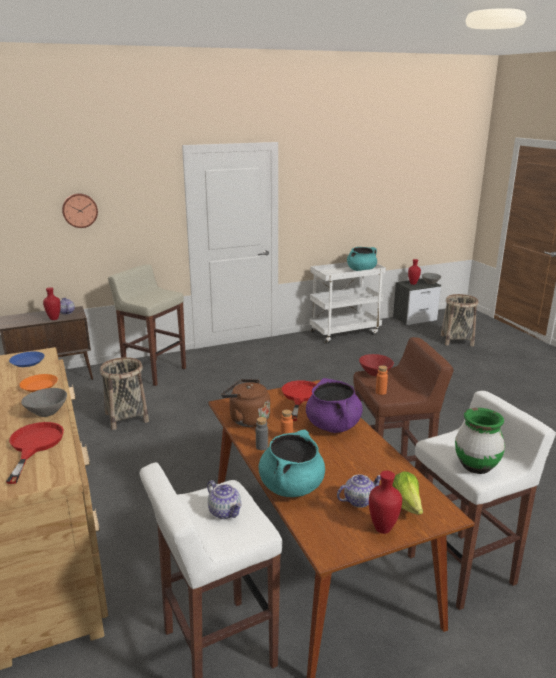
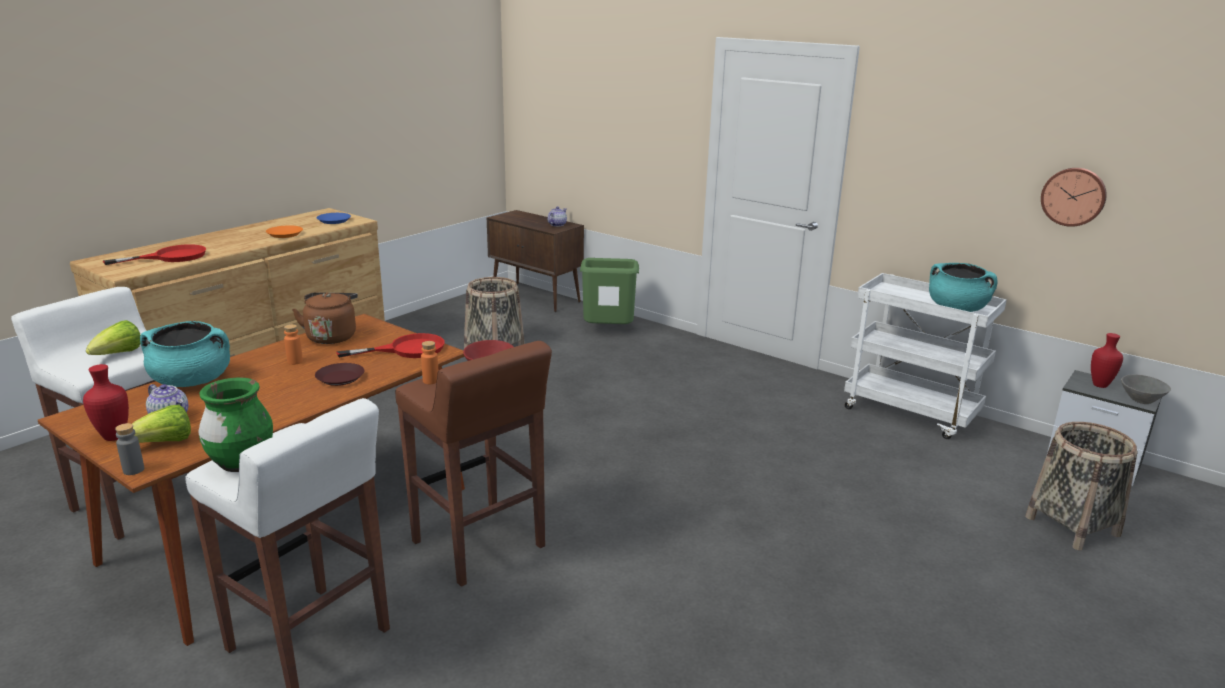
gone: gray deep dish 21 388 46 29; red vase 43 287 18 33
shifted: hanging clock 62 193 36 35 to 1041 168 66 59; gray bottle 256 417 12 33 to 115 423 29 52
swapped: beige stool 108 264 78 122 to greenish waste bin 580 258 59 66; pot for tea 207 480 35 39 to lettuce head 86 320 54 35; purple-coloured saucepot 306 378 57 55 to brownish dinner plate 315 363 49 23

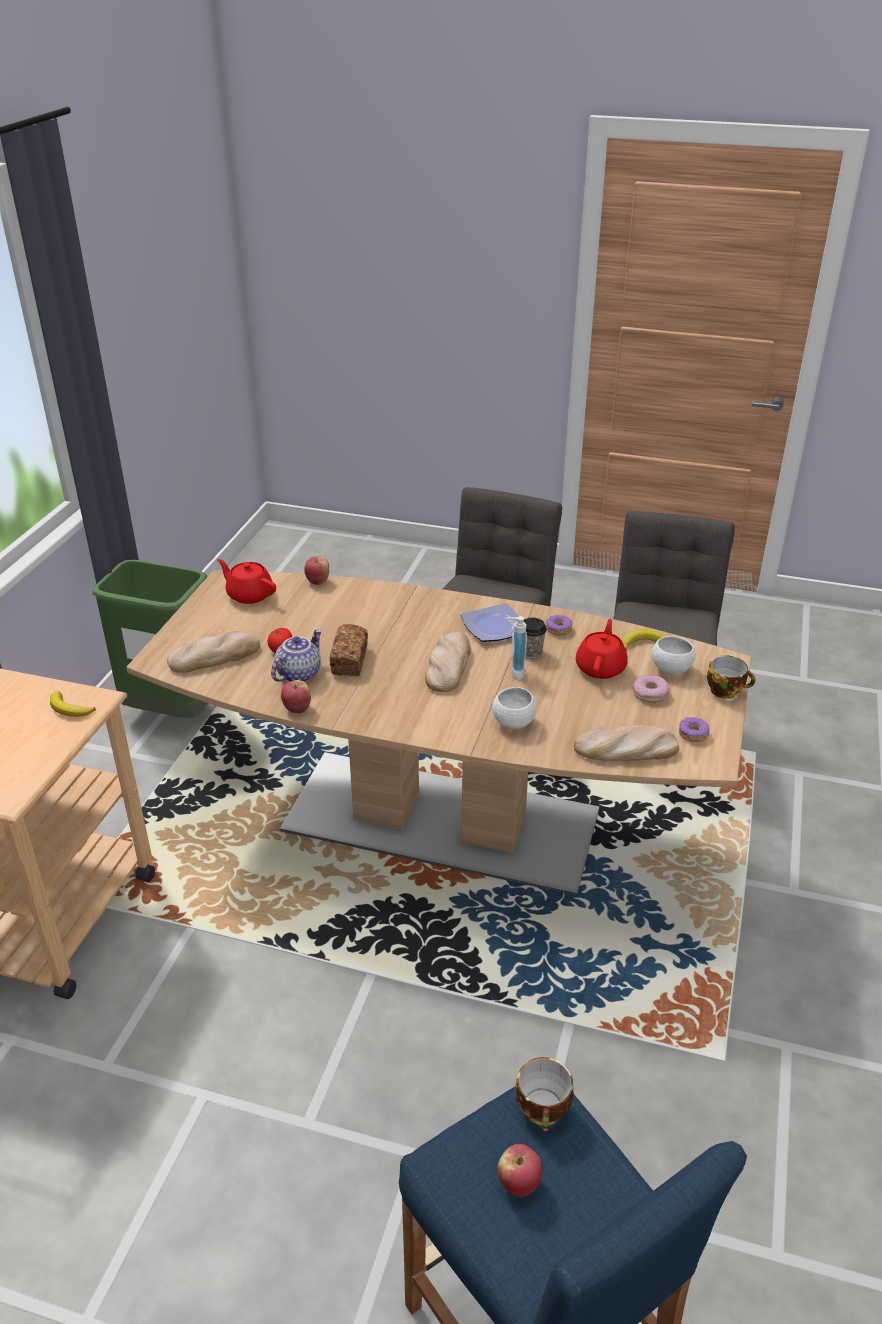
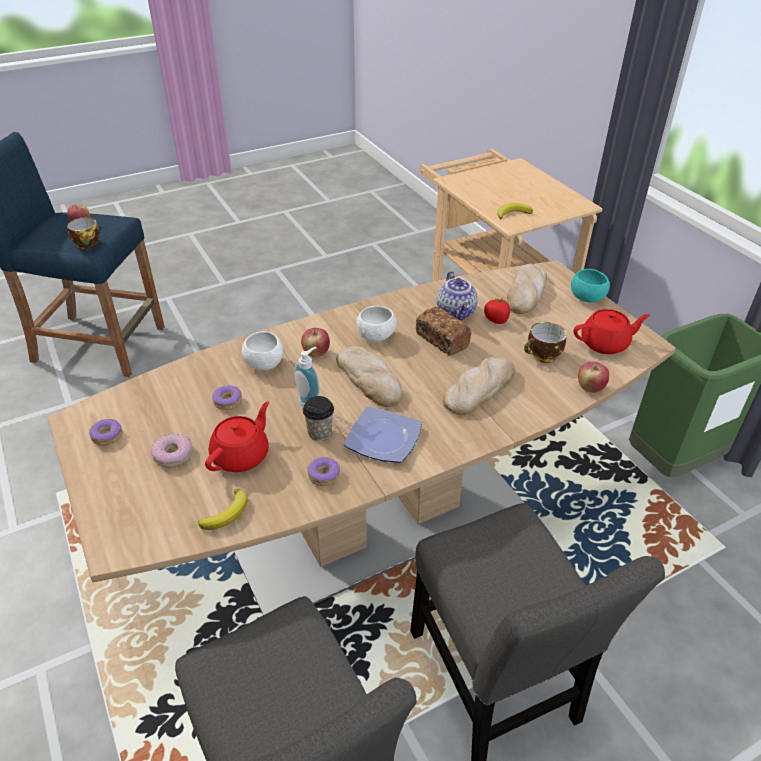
new: ring doughnut 212 385 30 25; turquoise-coloured deep dish 571 269 39 34
shifted: apple fruit 281 680 30 33 to 301 328 29 29; bread 574 725 105 36 to 443 357 72 58; whitish deep dish 652 636 44 38 to 357 306 40 36; small cup 707 655 49 44 to 524 322 43 41
rotated: red pot for tea 576 619 52 60 = 205 402 64 70 120 degrees counterclockwise

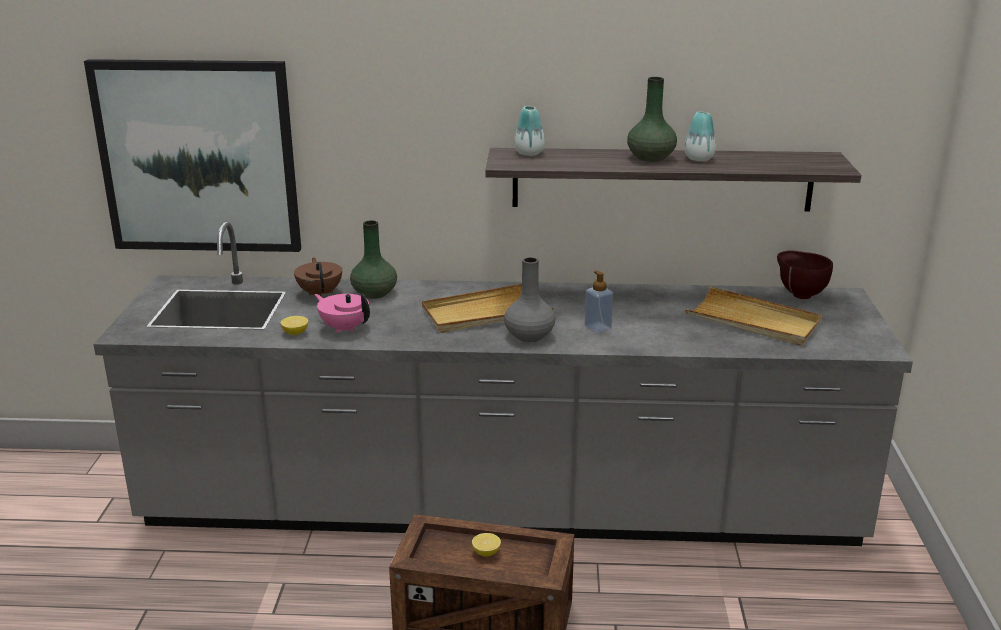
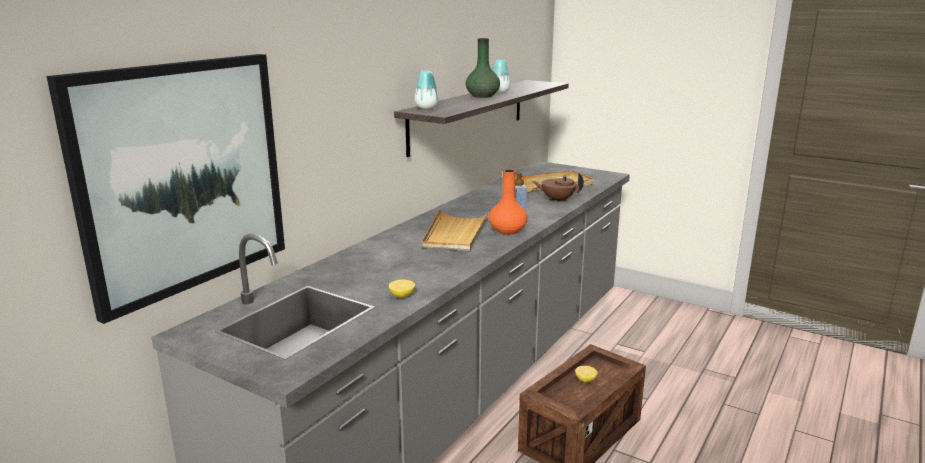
gone: pink-coloured pot for tea 315 294 55 39; greenish vase 350 220 47 79; brownish deep dish 777 250 56 49
shifted: brownish pot for tea 294 257 48 40 to 532 172 52 31
repainted: gray vase 504 257 51 85 to orange-coloured vase 489 169 39 66

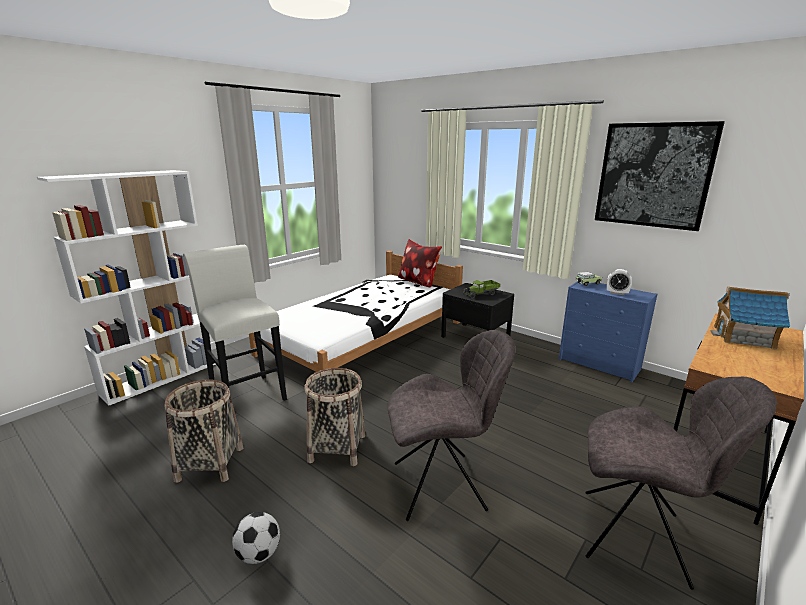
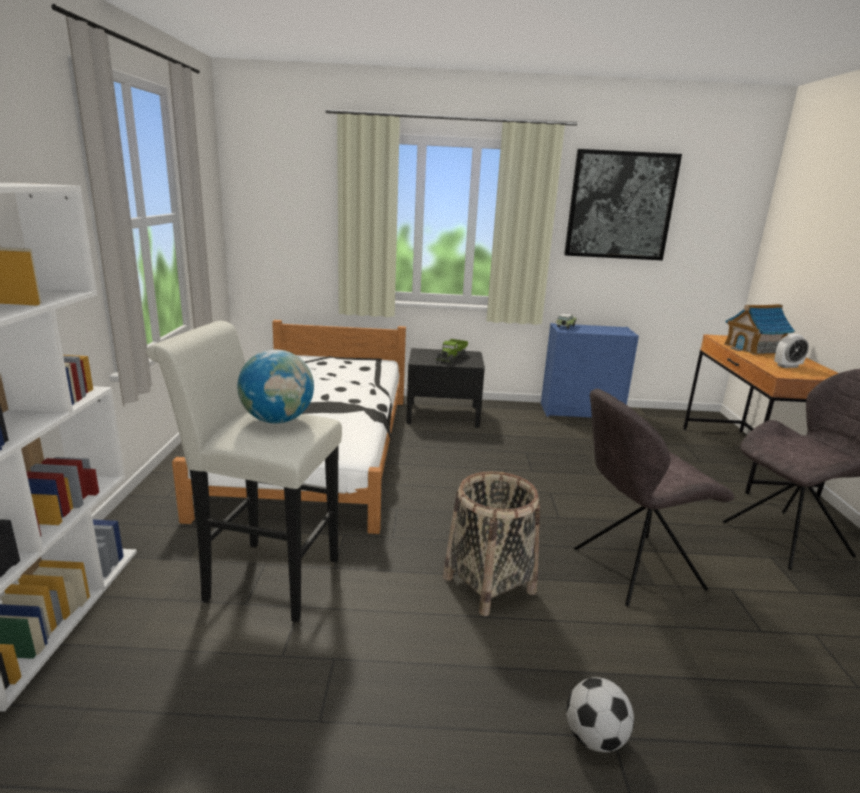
gone: storage basket 165 379 78 104; pillow 398 239 44 48
new: desk globe 238 349 76 74
shifted: bedside clock 607 269 25 26 to 774 334 35 34
rotated: gray upright chair 388 330 128 191 = 574 389 160 218 150 degrees counterclockwise

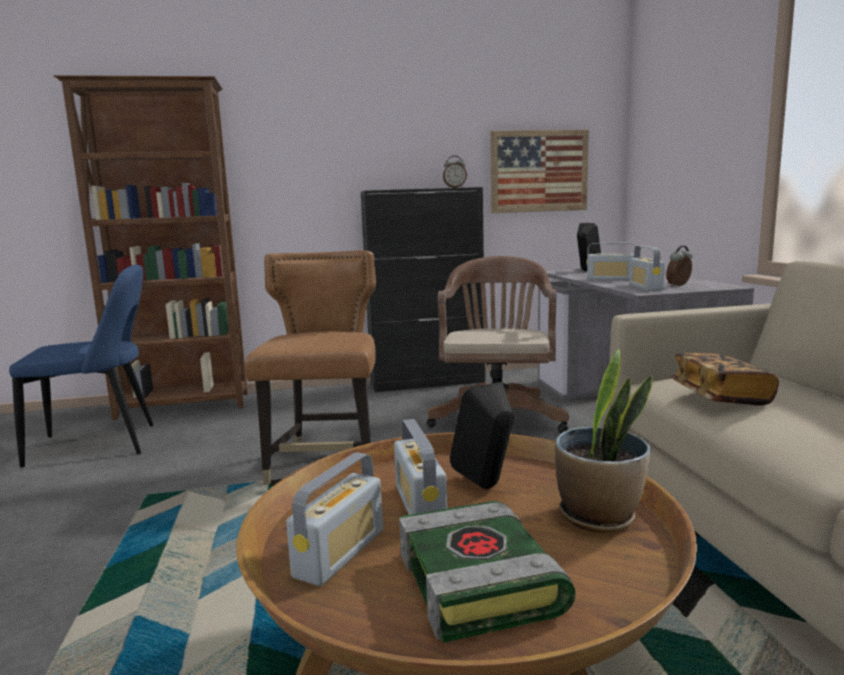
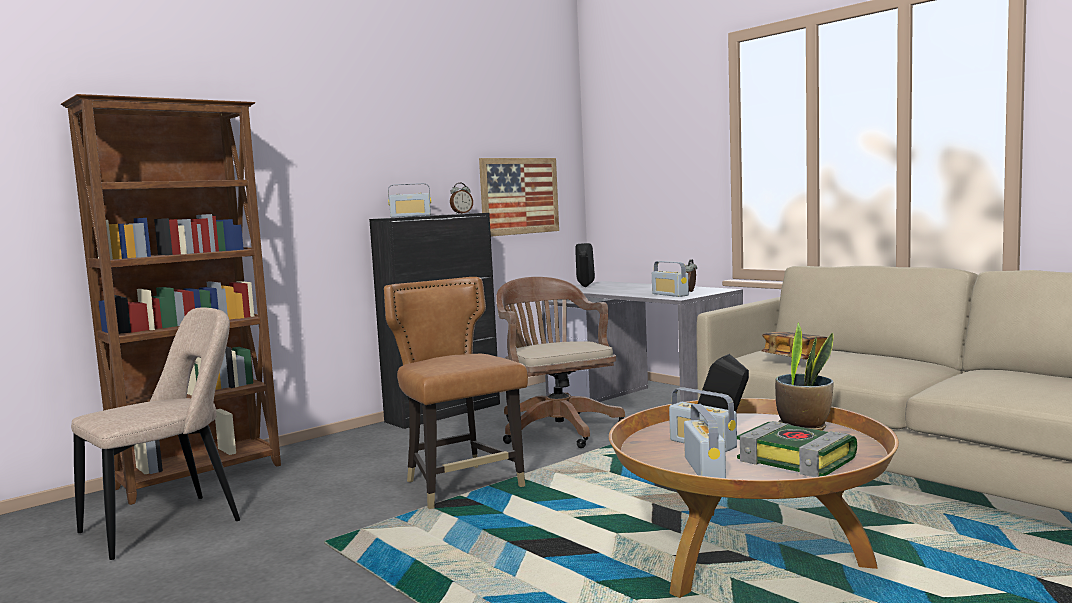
shifted: radio receiver 586 243 50 37 to 388 183 43 35
repainted: blue-coloured upright chair 9 264 145 203 to beige upright chair 71 308 169 252

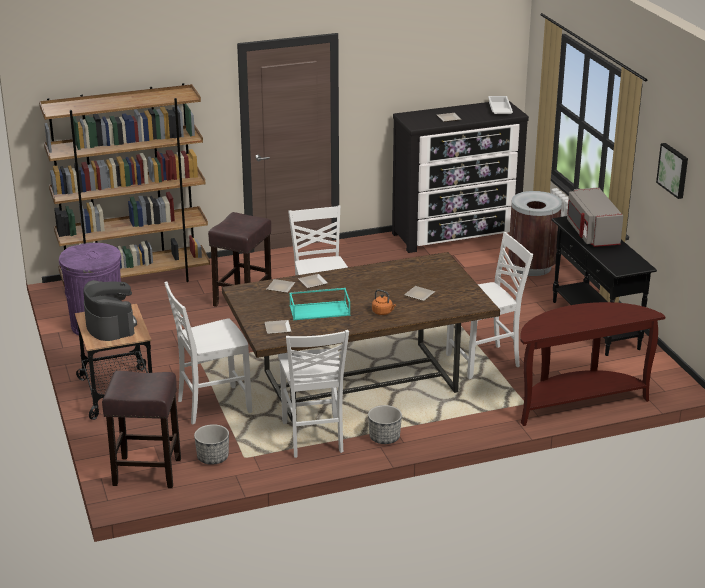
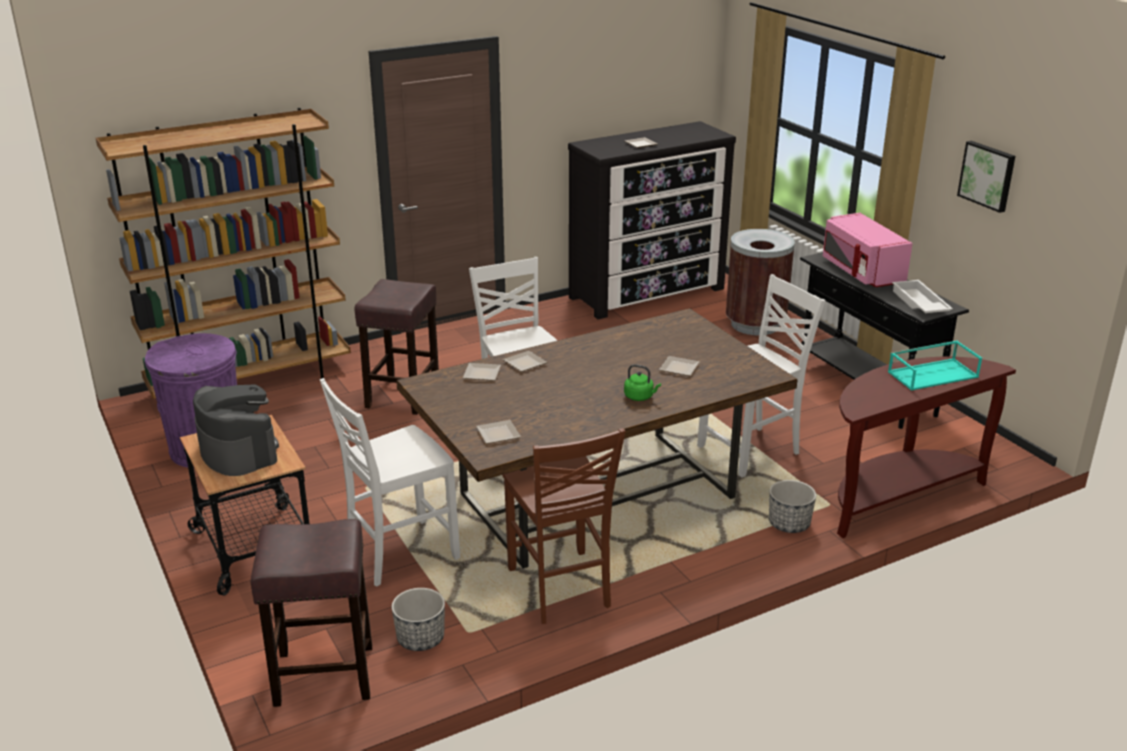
shifted: turquoise-coloured serving tray 289 288 61 32 to 888 341 94 50; flower pot 368 405 34 39 to 769 480 47 53; whitish serving tray 488 96 25 18 to 892 280 61 33
repainted: whitish upright chair 278 330 71 128 to brownish upright chair 503 428 122 196; orange-coloured water kettle 372 290 24 25 to greenish water kettle 624 364 37 37; gray microwave 567 187 56 60 to pink-coloured microwave 823 213 90 74

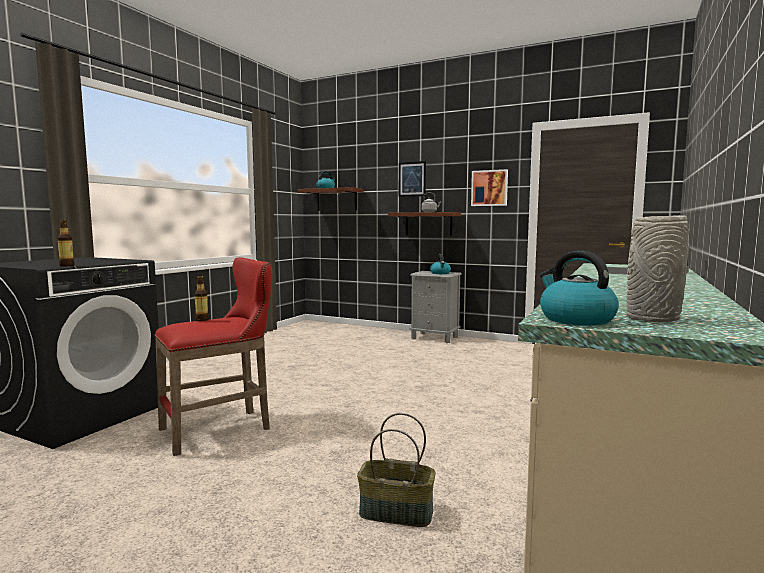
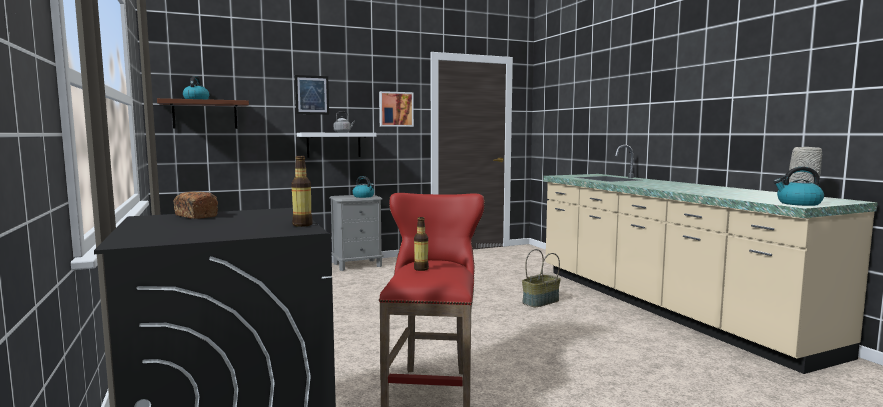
new: bread 174 192 44 27
shifted: storage basket 357 413 79 114 to 522 249 39 58
repainted: brownish shelf 388 212 73 24 to whitish shelf 297 133 80 25

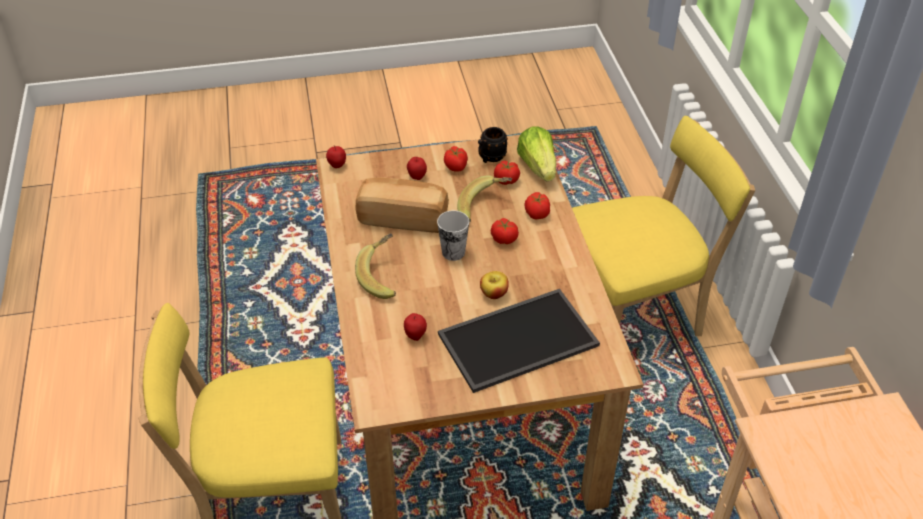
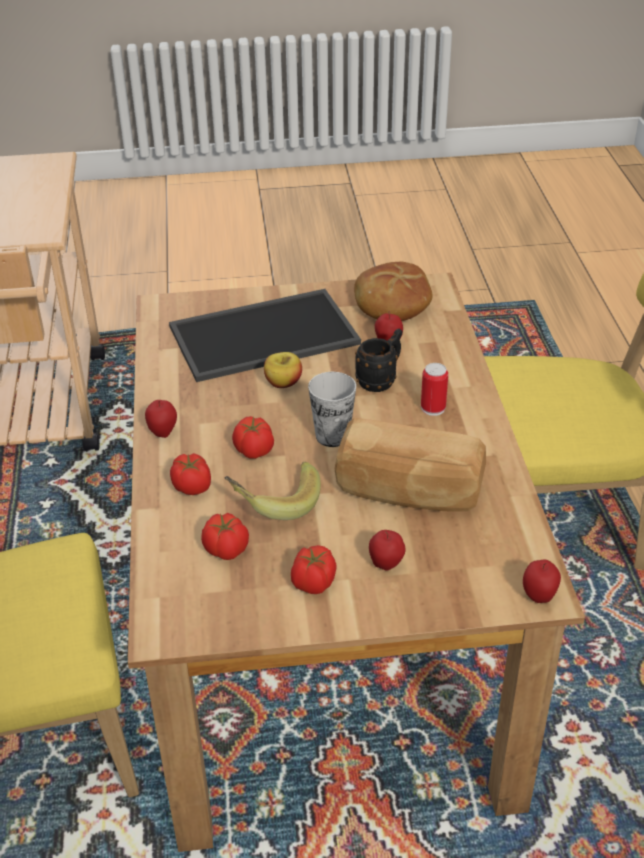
gone: lettuce head 517 126 39 55
new: apple fruit 145 400 32 38; bread 354 262 79 59
shifted: black tea mug 478 127 30 36 to 355 329 47 63
swapped: banana fruit 355 233 41 66 to can 421 363 27 53

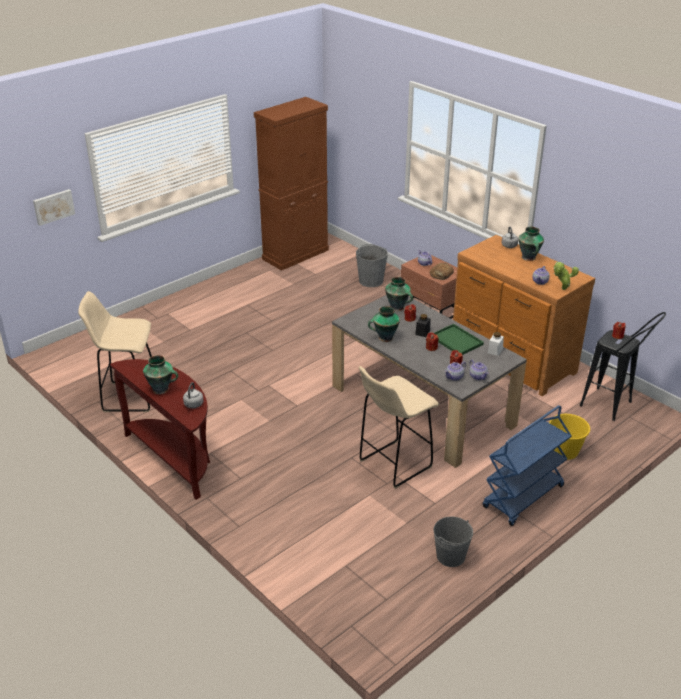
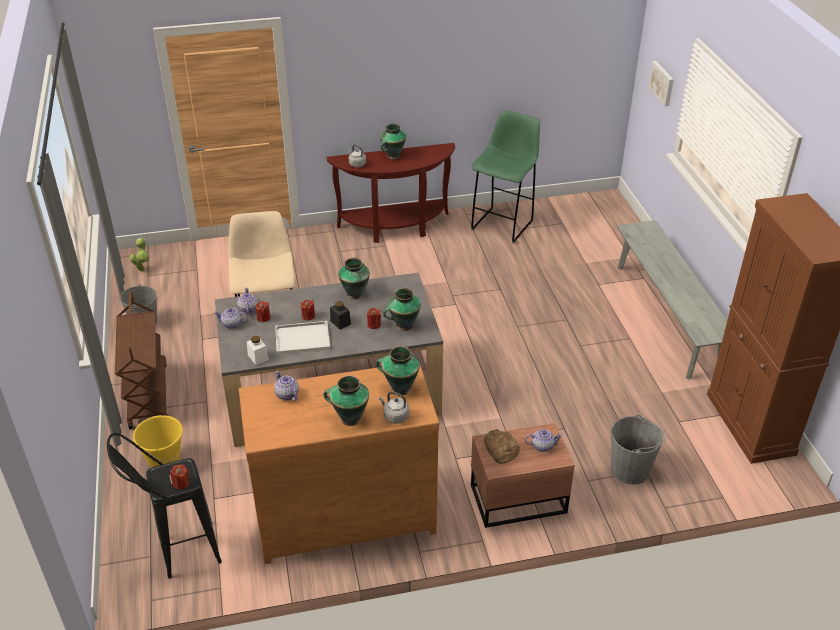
new: vase 376 346 44 49; gray bench 617 220 110 160
shifted: potted plant 554 262 25 28 to 130 238 19 34
repainted: beige stool 78 291 74 121 to greenish stool 471 110 69 133; greenish serving tray 434 324 50 31 to whitish serving tray 275 321 55 34; blue-coloured wheeled cart 483 405 88 121 to brownish wheeled cart 115 291 53 139

